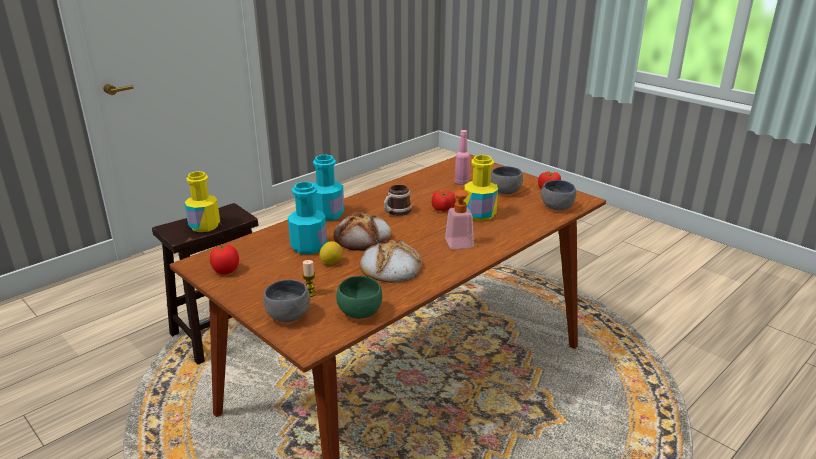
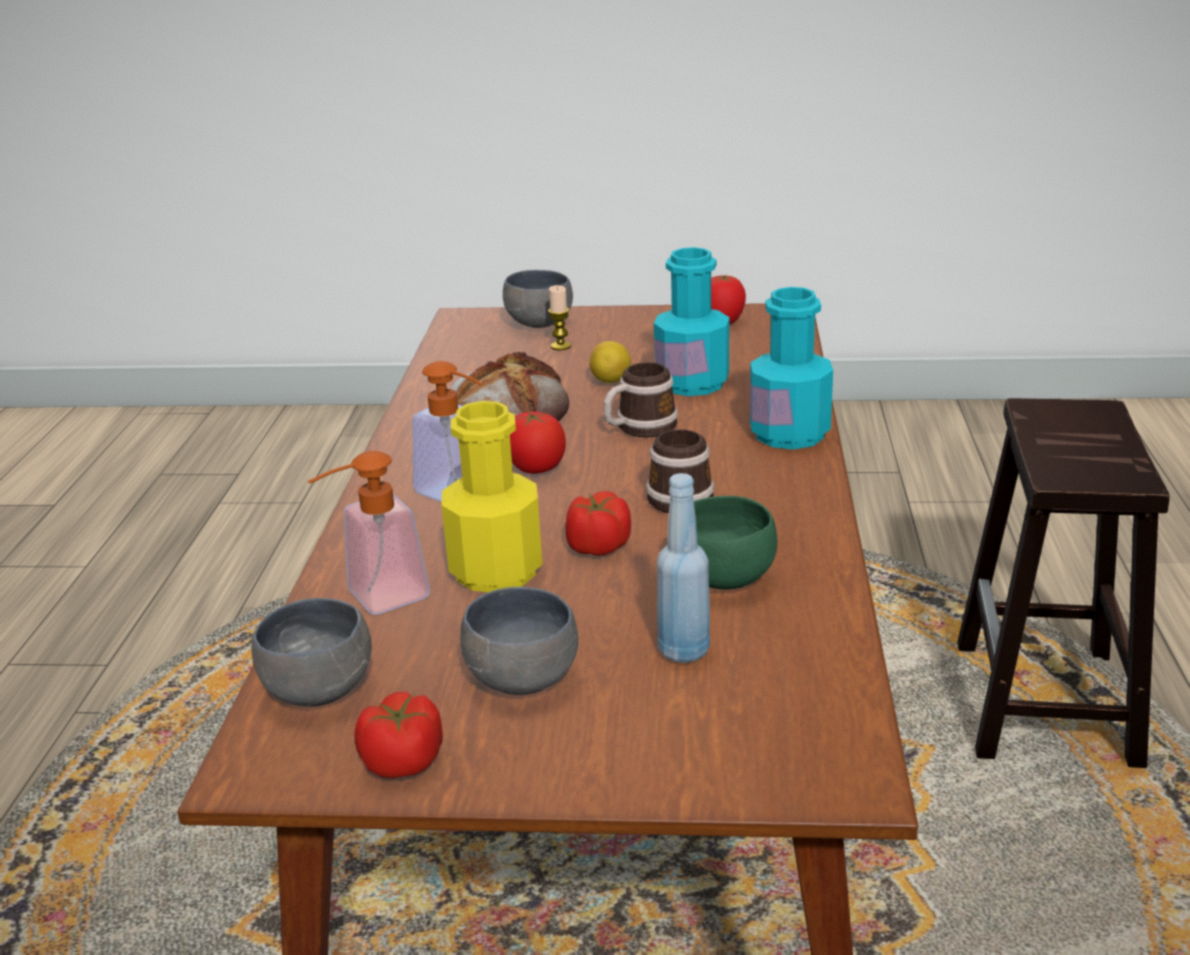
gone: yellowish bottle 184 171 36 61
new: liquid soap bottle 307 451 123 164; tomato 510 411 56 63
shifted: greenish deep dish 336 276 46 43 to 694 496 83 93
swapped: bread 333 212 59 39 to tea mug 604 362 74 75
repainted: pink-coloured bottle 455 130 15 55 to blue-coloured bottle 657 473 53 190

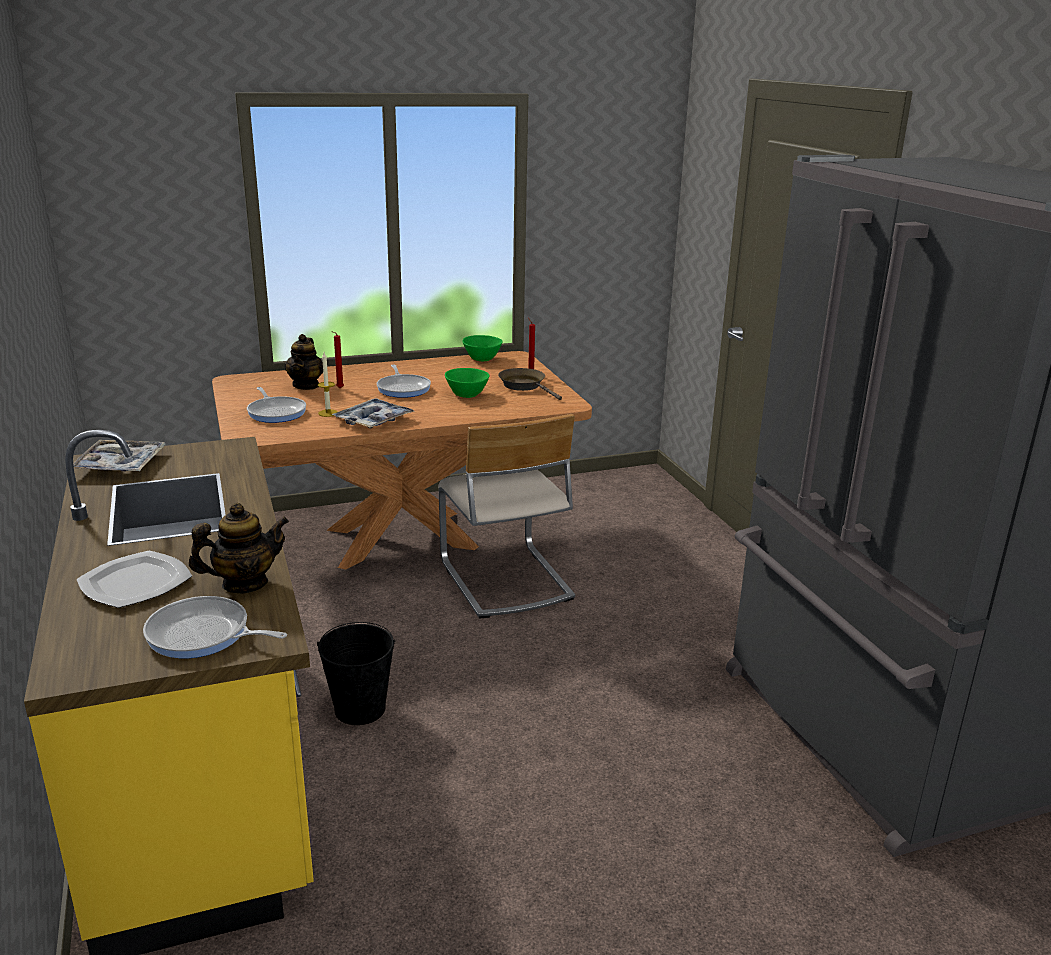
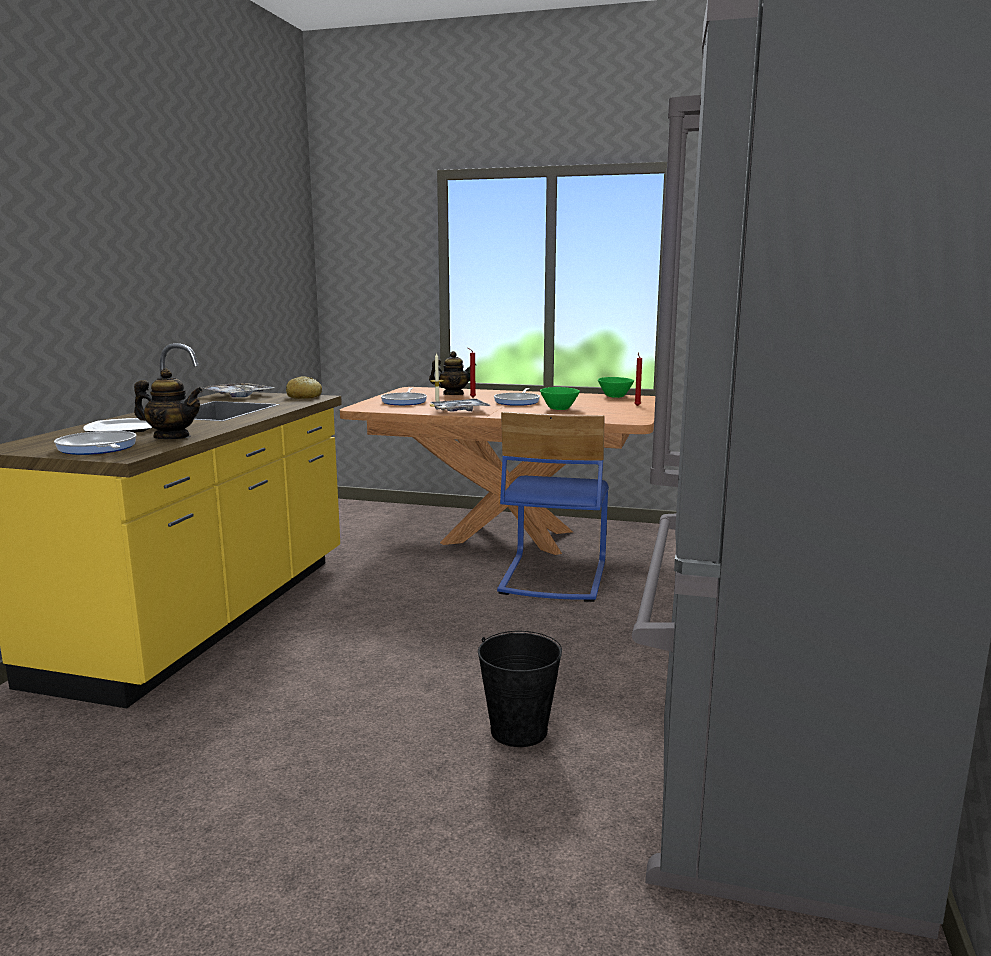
gone: brownish frying pan 498 368 64 32
new: bread 286 376 36 23
shifted: black pail 317 622 78 103 to 478 631 84 116
repainted: beige upright chair 438 414 137 205 to blue-coloured upright chair 497 411 112 191
rotated: pot for tea 284 334 39 56 = 429 351 47 44 135 degrees counterclockwise

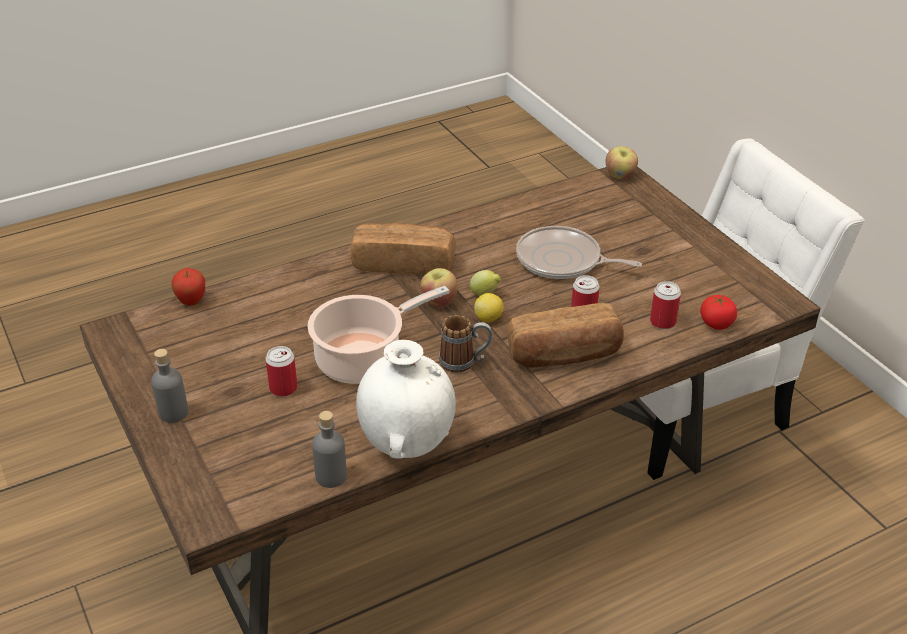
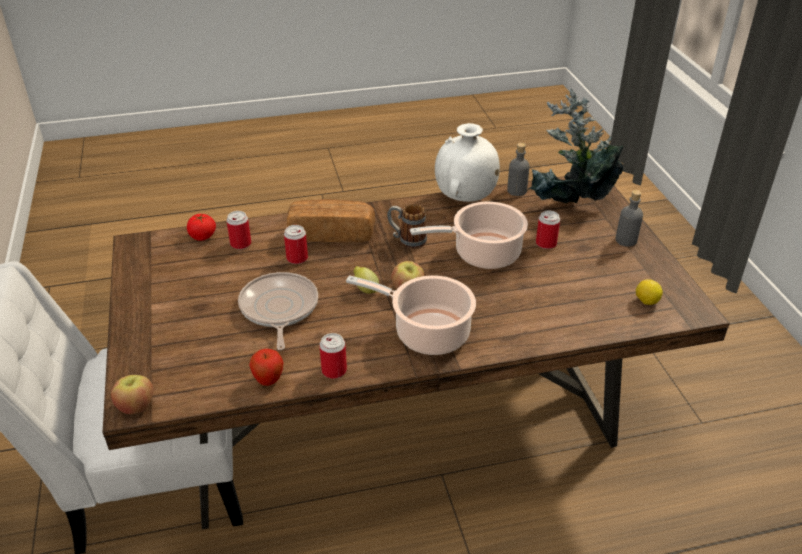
new: can 319 333 28 46; potted plant 528 88 96 115
shifted: apple fruit 171 268 34 37 to 249 349 34 37; whole lemon 474 293 30 29 to 636 279 27 26
swapped: bread 351 223 104 51 to saucepot 346 275 130 80
rotated: frying pan 516 226 126 53 = 238 272 80 78 135 degrees counterclockwise

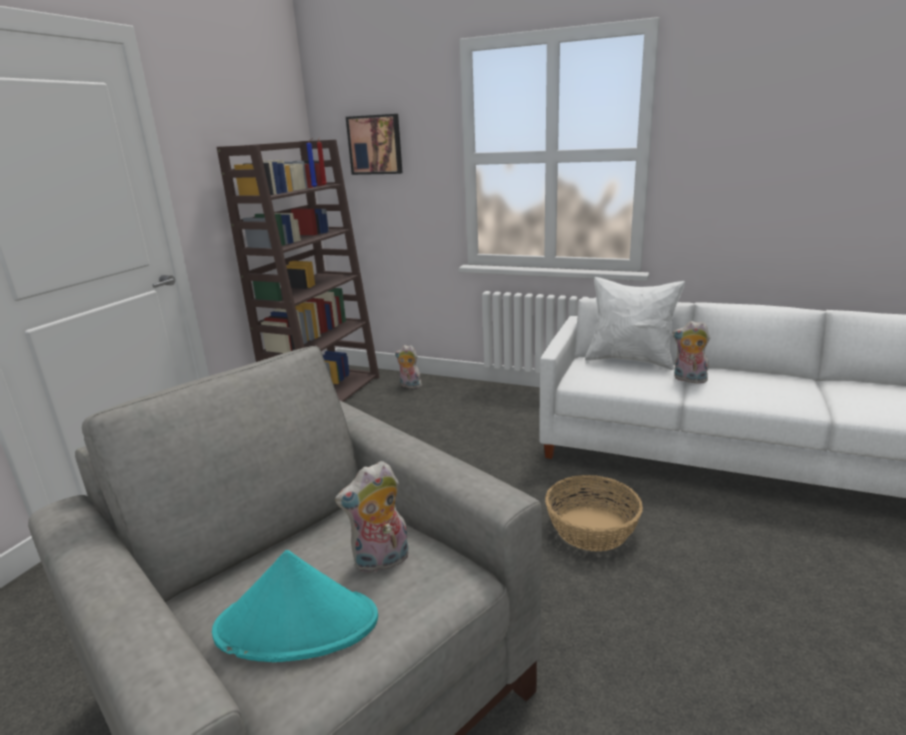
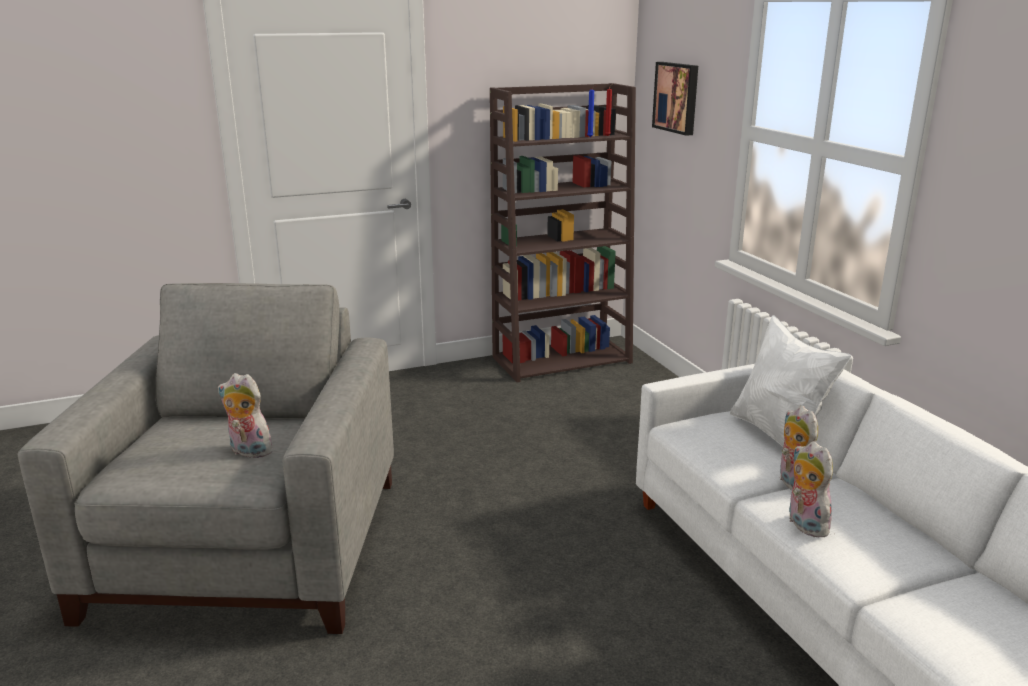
gone: turquoise-coloured clothing hat 212 550 166 112; storage basket 545 475 98 77
shifted: cuddly toy 395 345 27 44 to 789 441 44 96

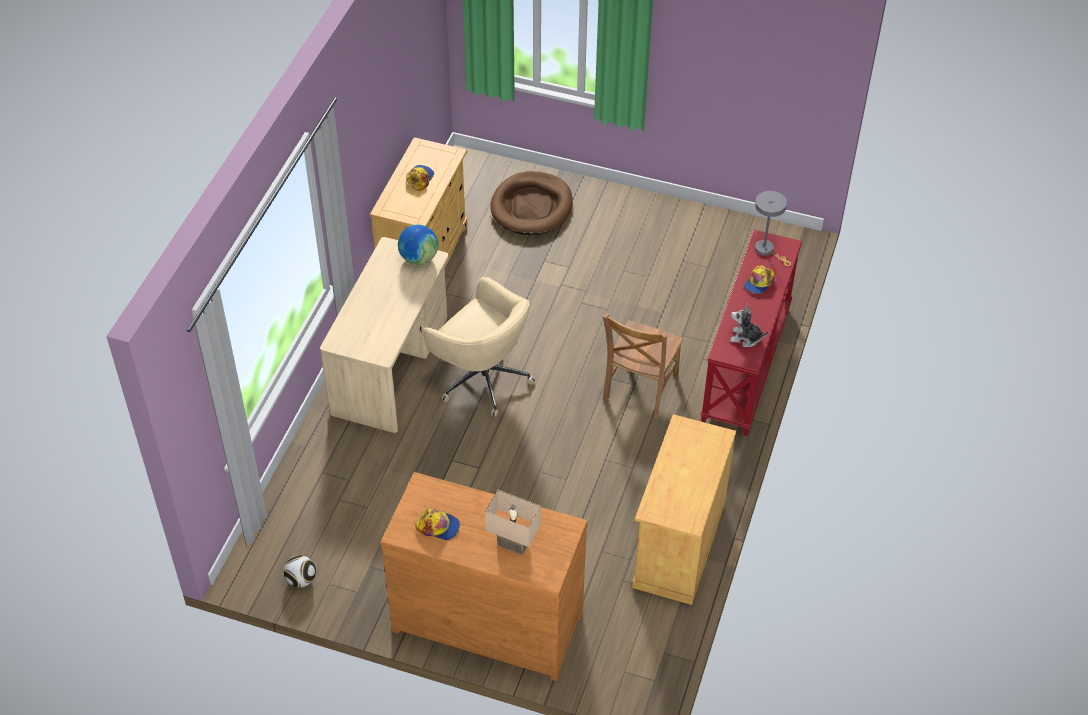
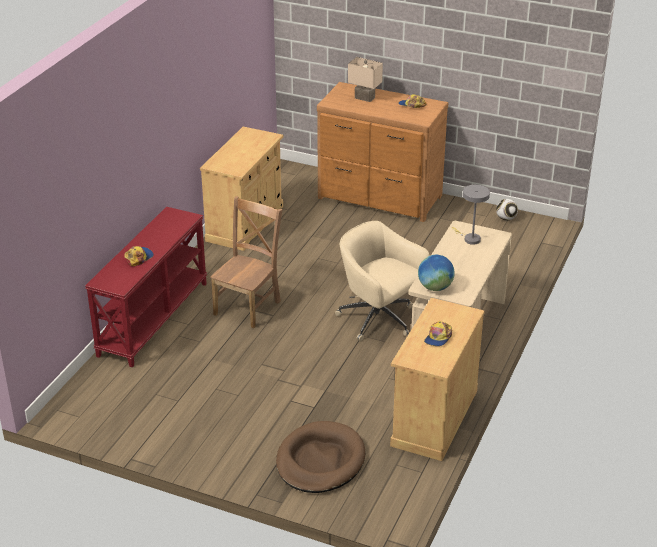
gone: cuddly toy 730 304 39 43
shifted: gray lamp for a table 755 191 36 75 to 451 185 39 60

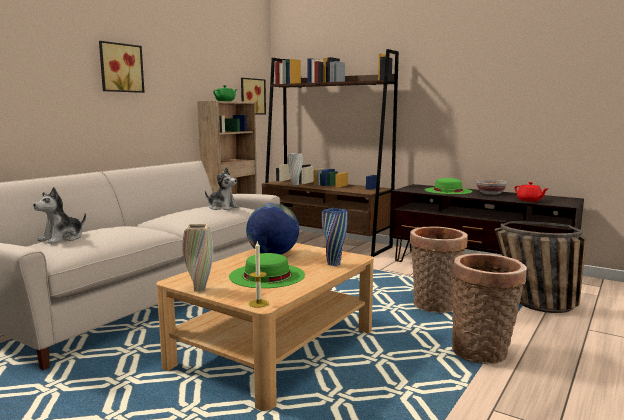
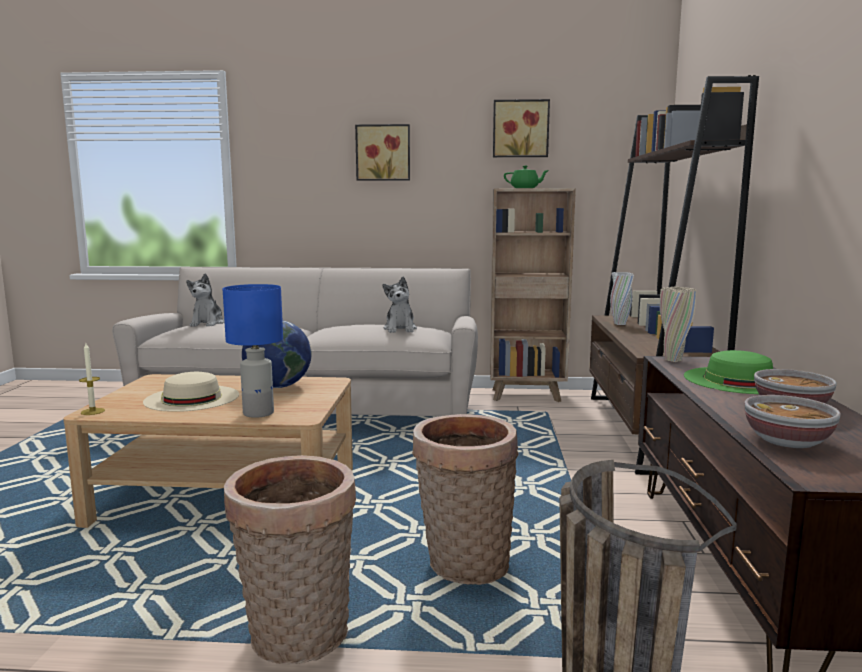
shifted: beige vase 182 224 31 68 to 660 286 37 76; picture 241 78 25 36 to 493 99 57 58
swapped: blue-coloured vase 321 208 27 58 to blue-coloured lamp for a table 223 284 60 134; red pot for tea 515 182 33 20 to deep dish 745 395 96 53
repainted: greenish clothing hat 229 253 76 35 to beige clothing hat 143 372 96 40
rotated: cuddly toy 33 187 53 57 = 186 273 38 54 90 degrees counterclockwise

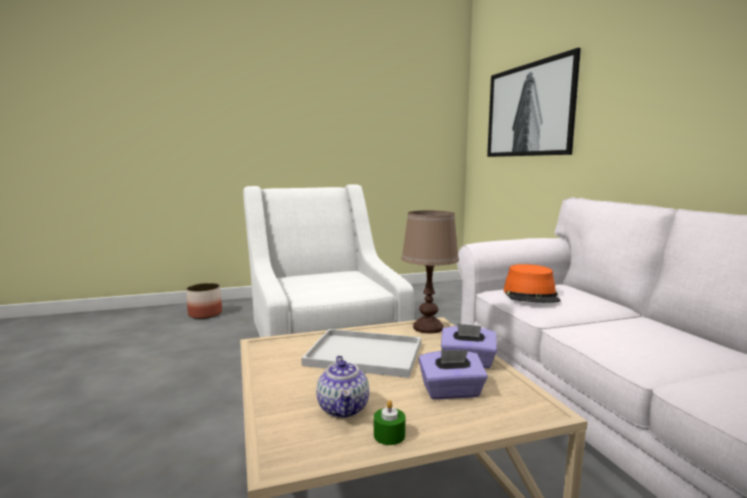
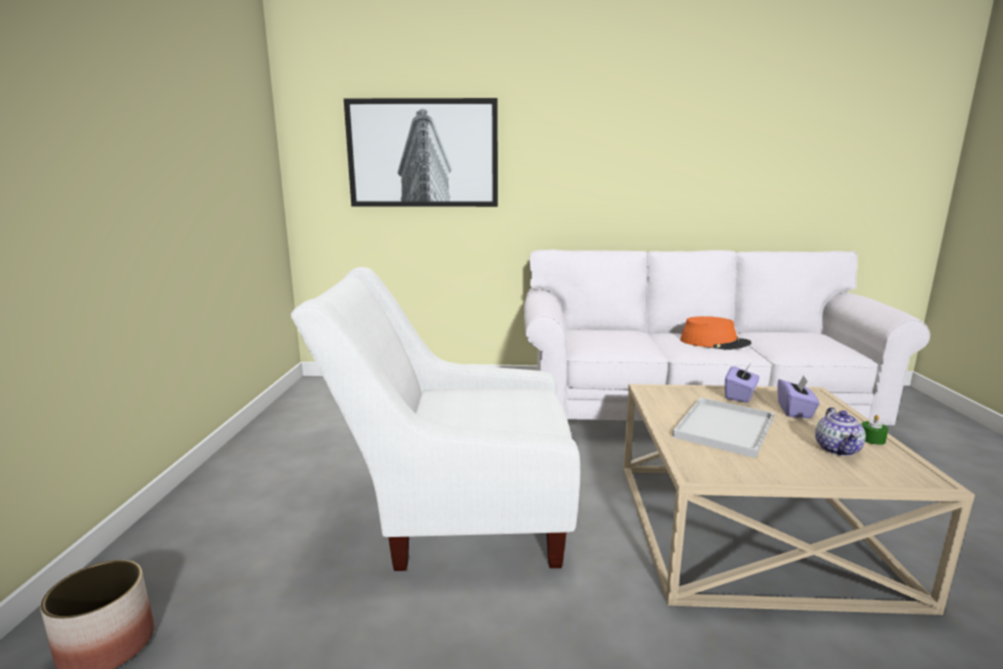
gone: brownish lamp for a table 401 210 58 124
shifted: orange-coloured clothing hat 504 264 57 39 to 680 316 71 34
rotated: pot for tea 316 356 53 62 = 815 407 51 49 90 degrees clockwise

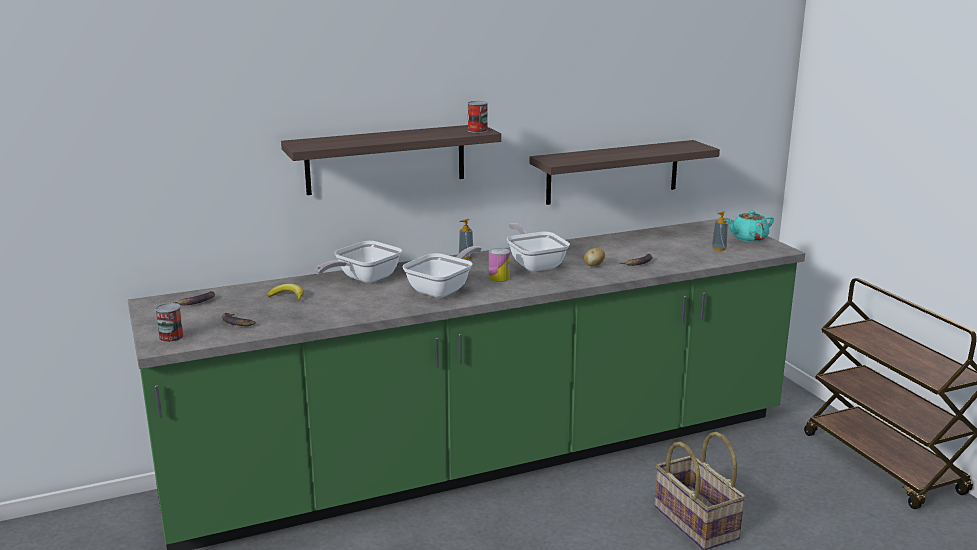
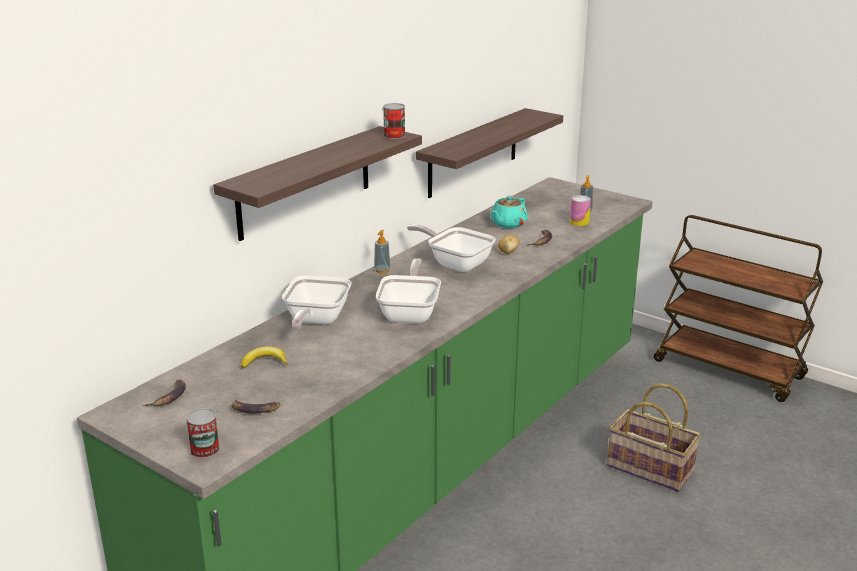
shifted: can 489 248 21 34 to 570 195 21 31; turquoise-coloured pot for tea 726 210 48 32 to 491 196 37 32

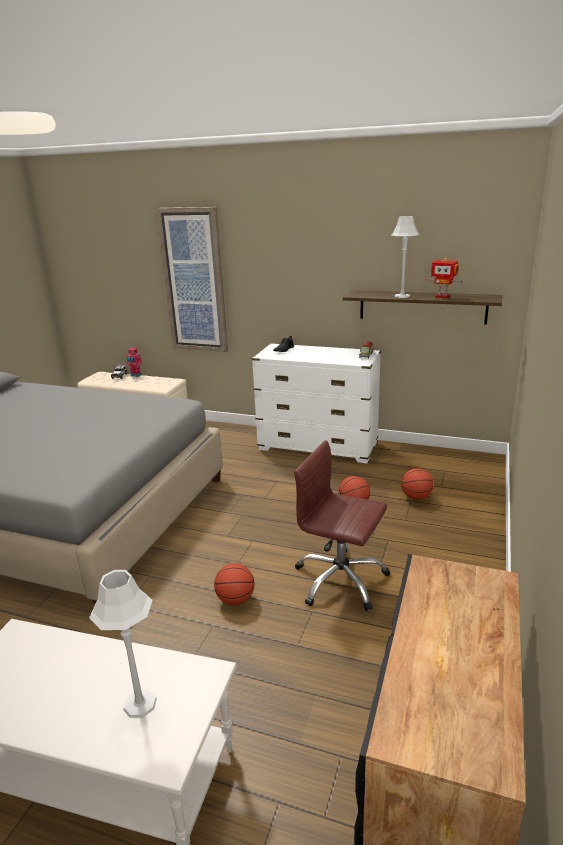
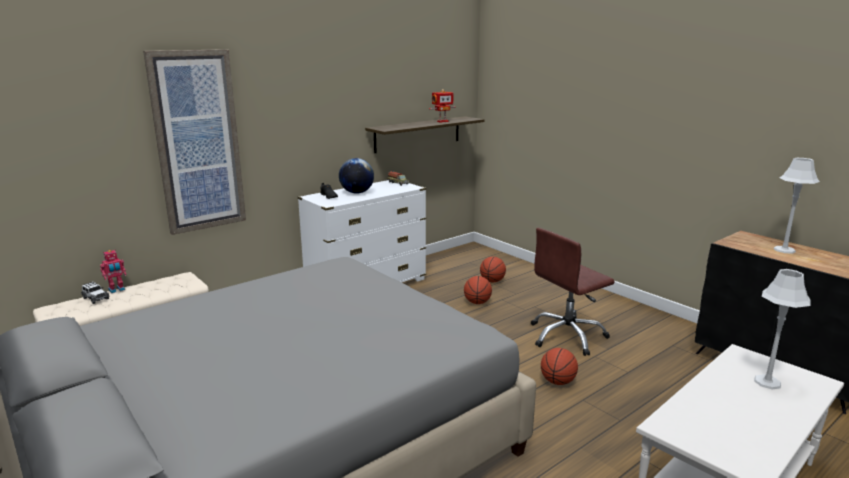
new: desk globe 339 158 35 36
shifted: gray lamp for a table 392 216 27 82 to 773 158 47 96

